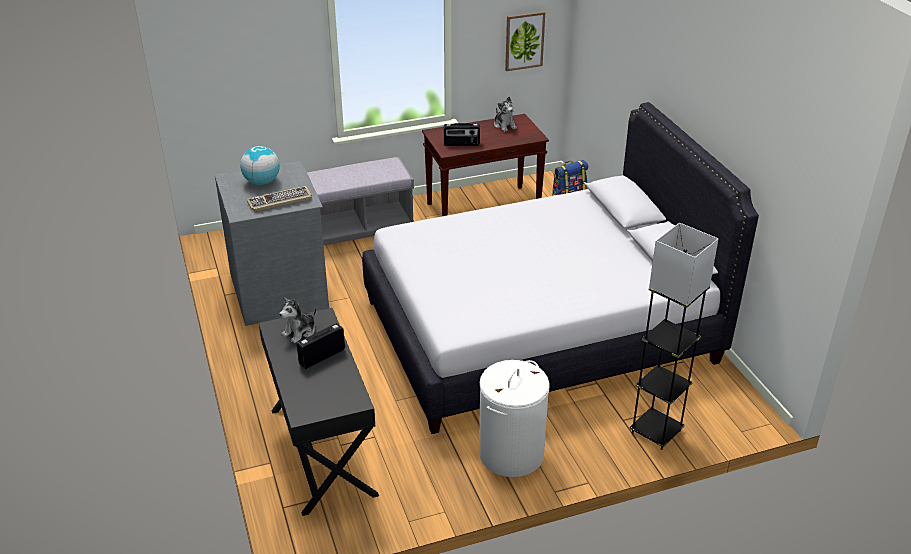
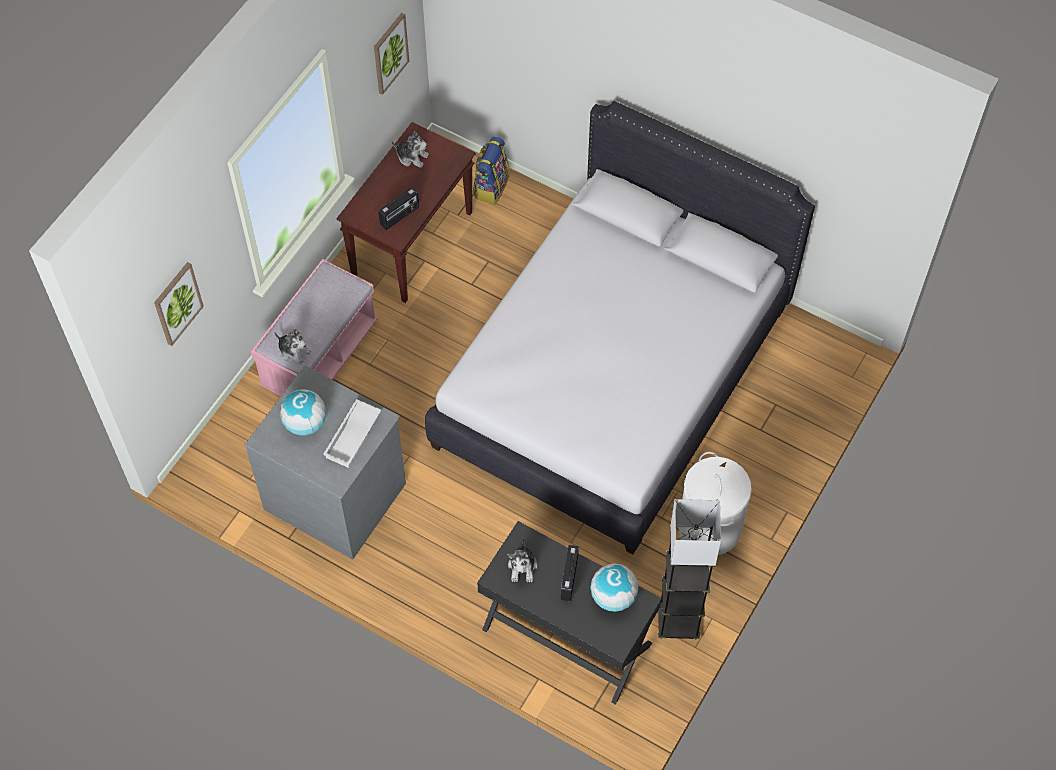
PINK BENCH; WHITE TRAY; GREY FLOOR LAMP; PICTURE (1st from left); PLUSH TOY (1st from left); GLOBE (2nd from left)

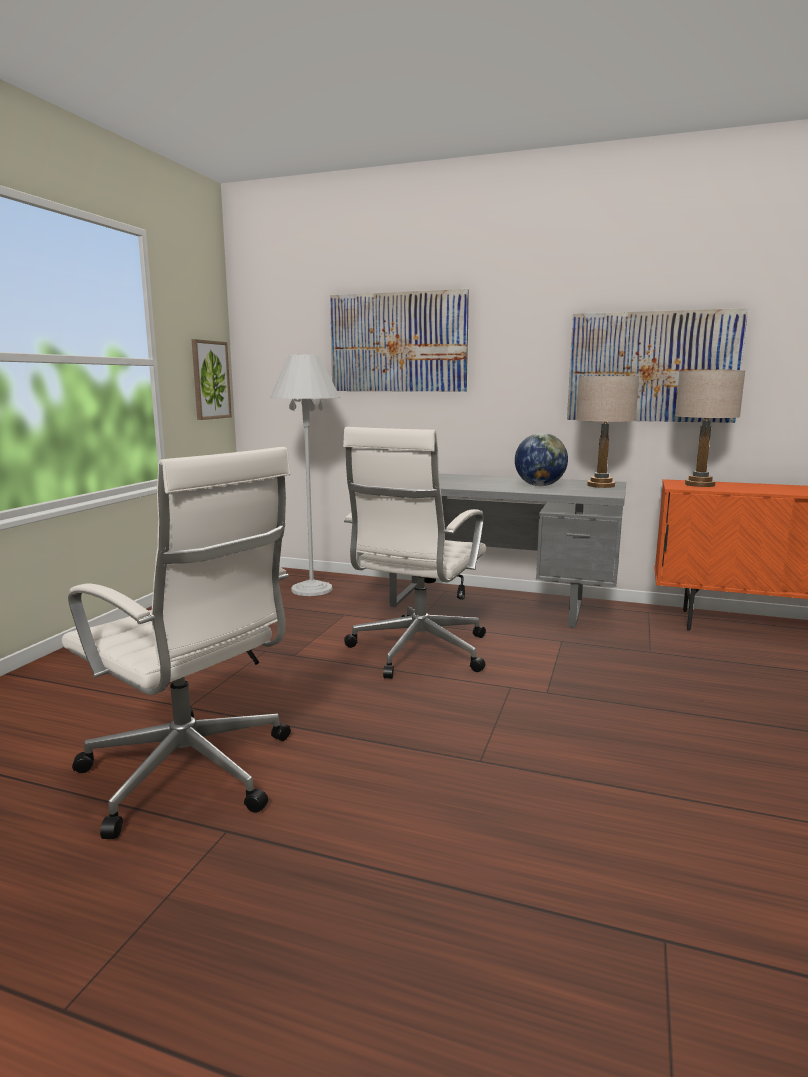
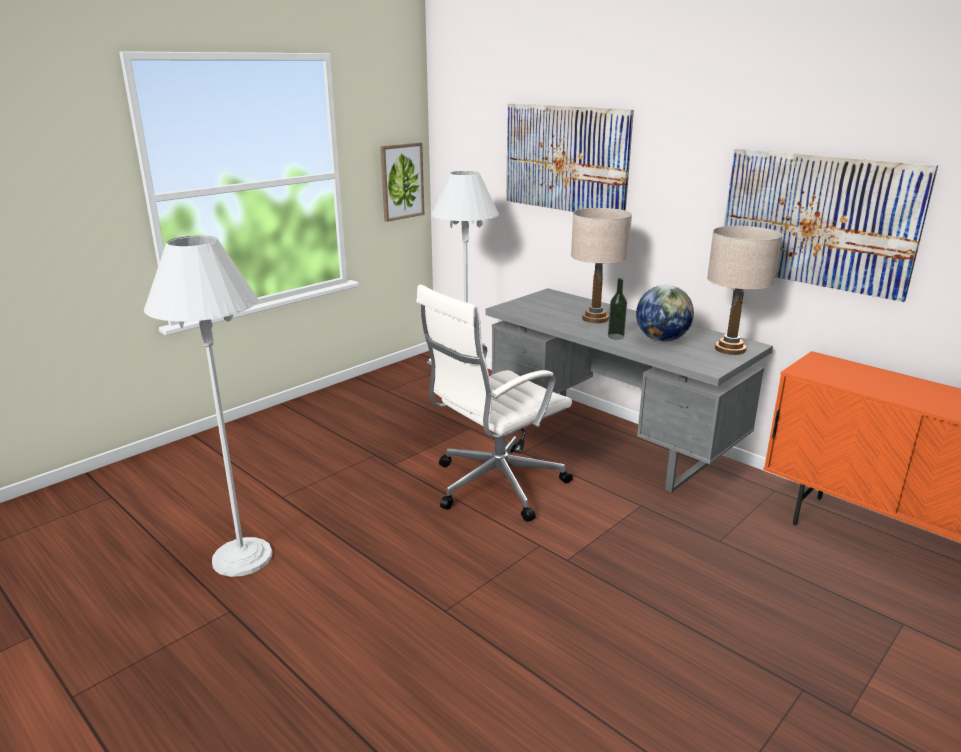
BEIGE TABLE LAMP (1st from left); WHITE FLOOR LAMP (1st from left); BOTTLE

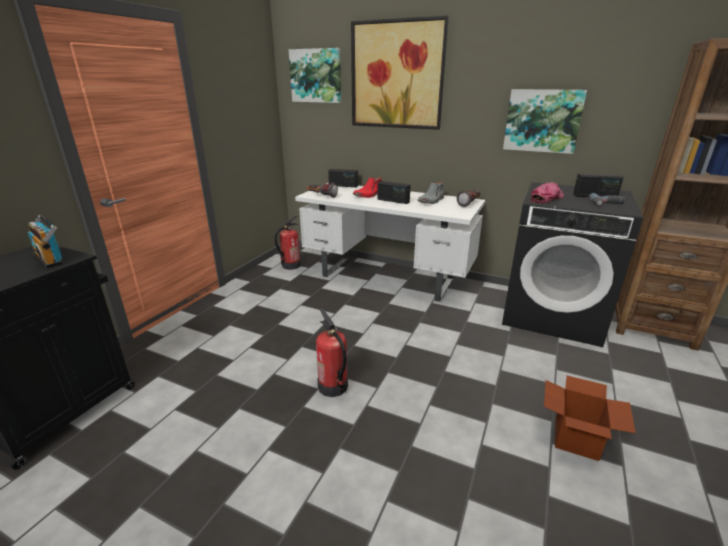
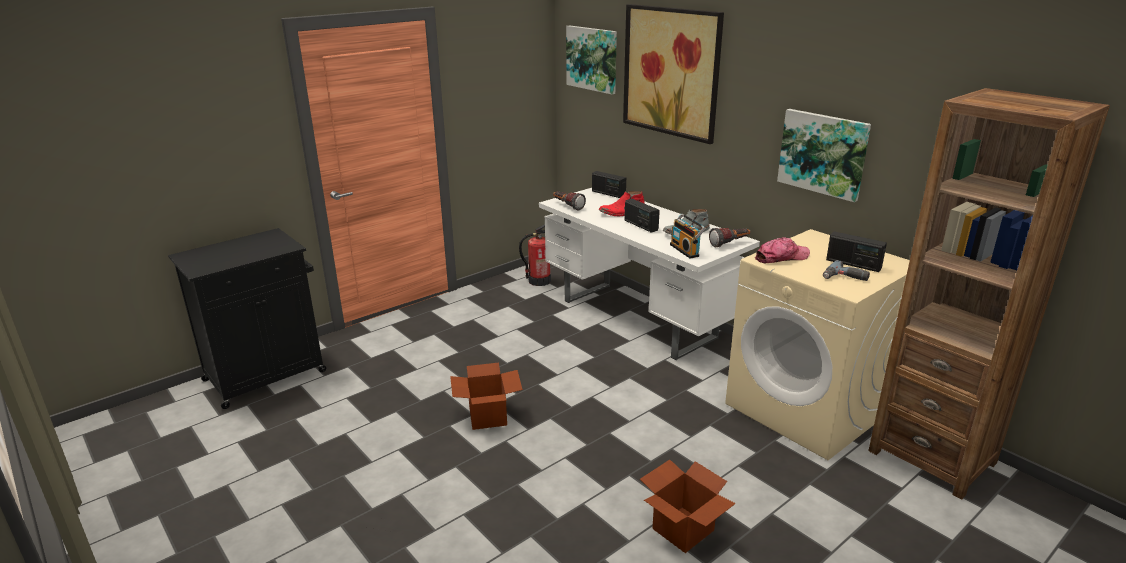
BEIGE WASHING MACHINE; RADIO (3rd from left); CARDBOARD BOX (1st from left)

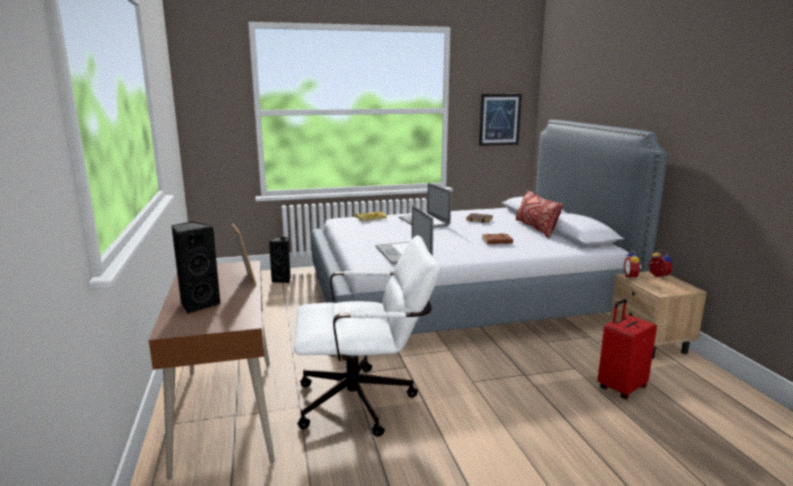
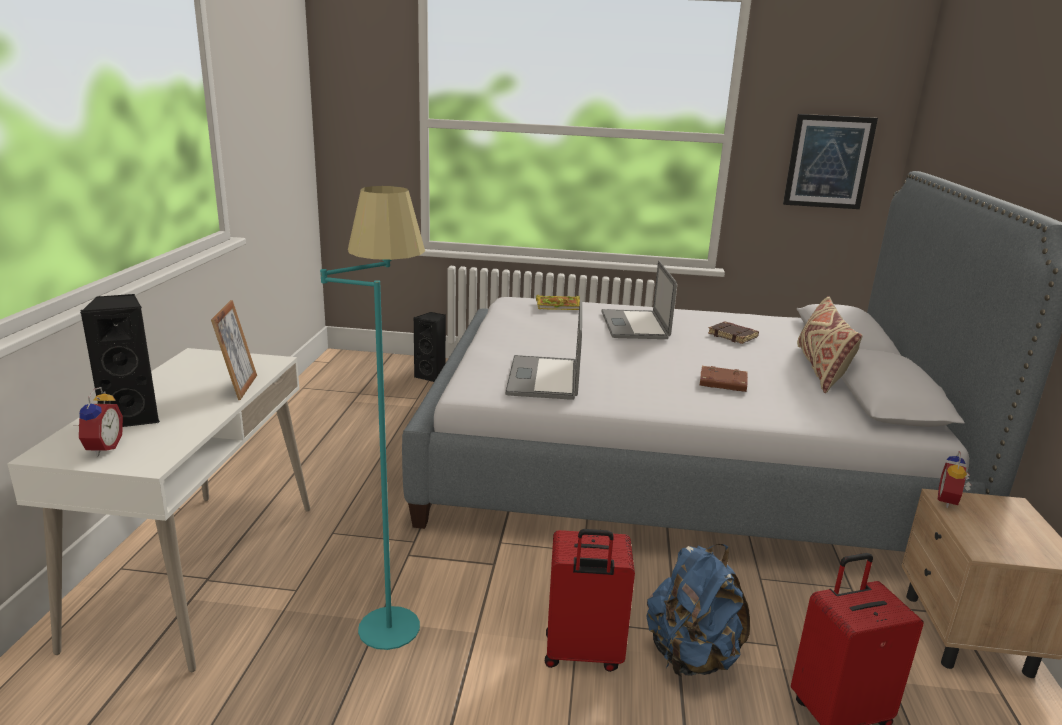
BEIGE PILLOW; TURQUOISE FLOOR LAMP; ALARM CLOCK (1st from left); WHITE DESK; RED SUITCASE (1st from left); BLUE BACKPACK

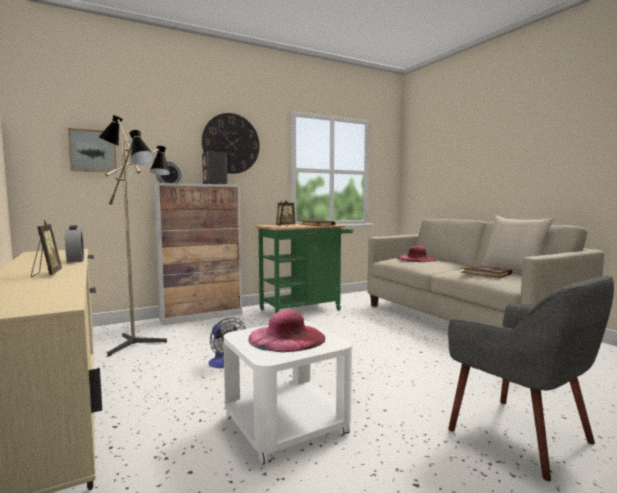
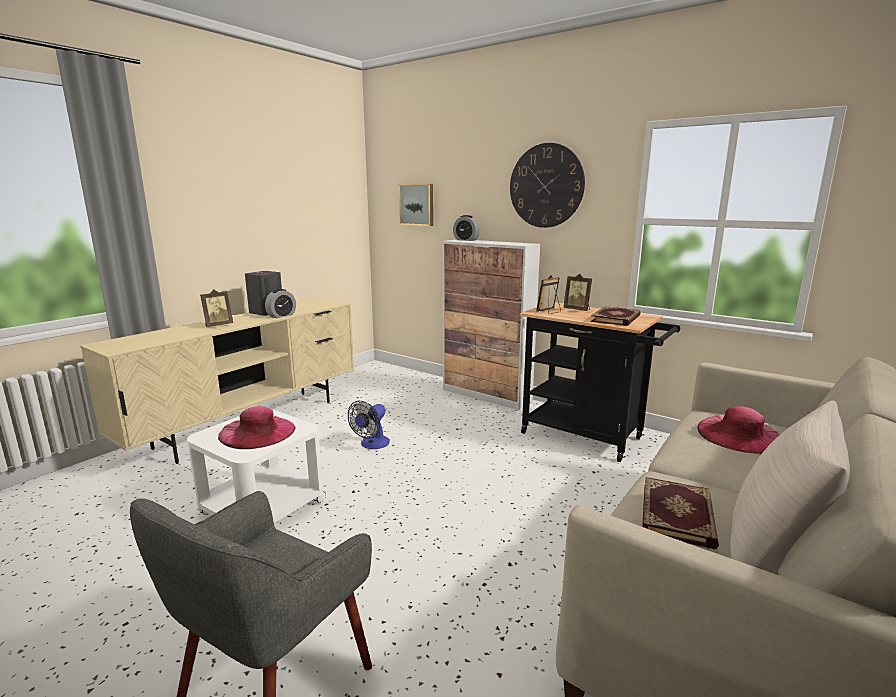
FLOOR LAMP; GREY SPEAKER; BLACK CART

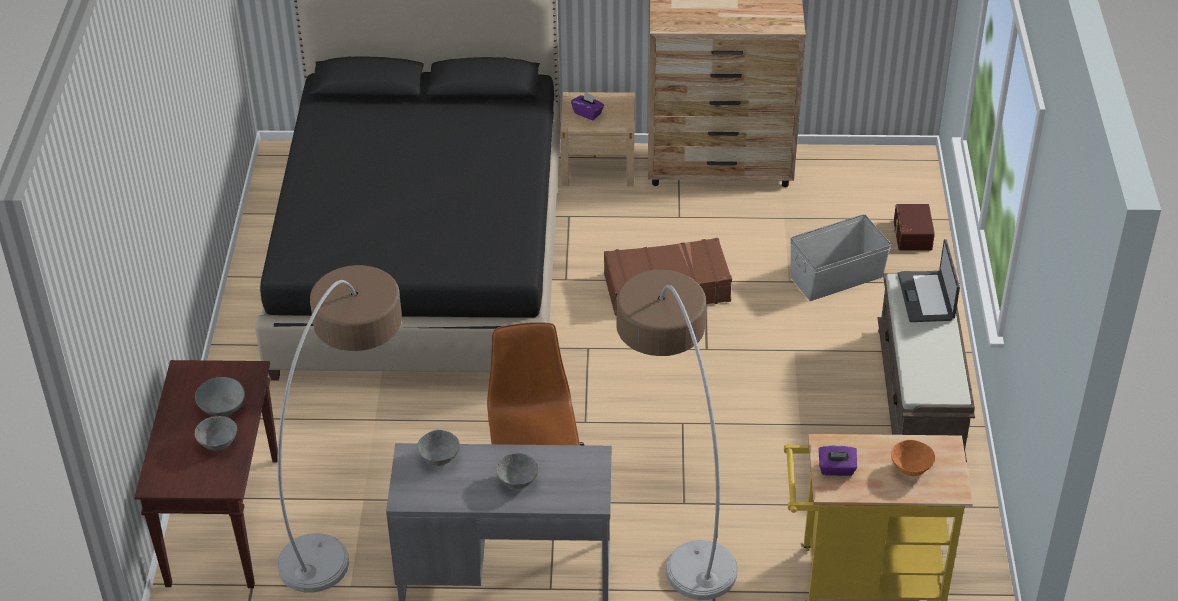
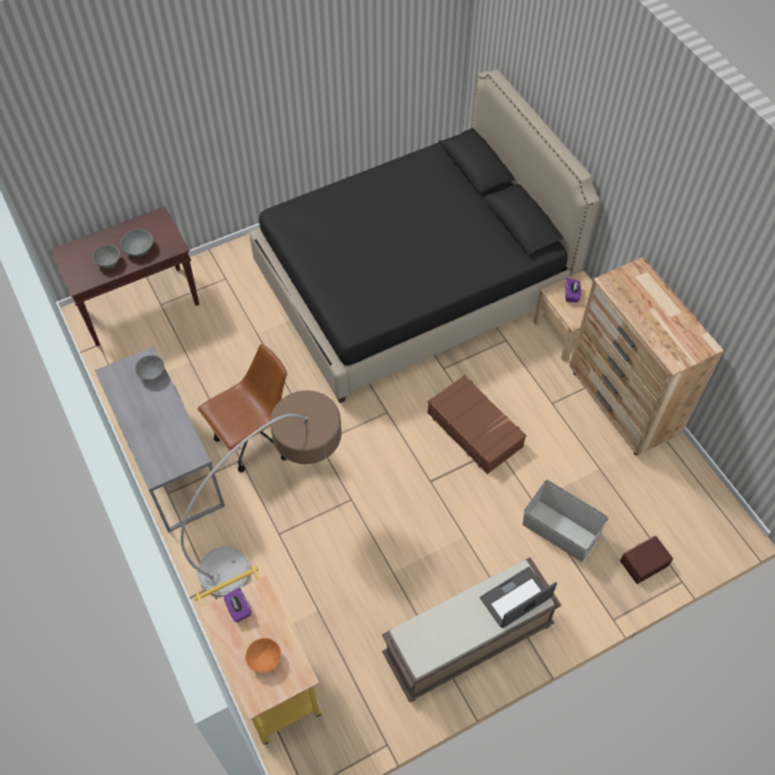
FLOOR LAMP (1st from left in the first image); GREY BOWL (4th from left in the first image)

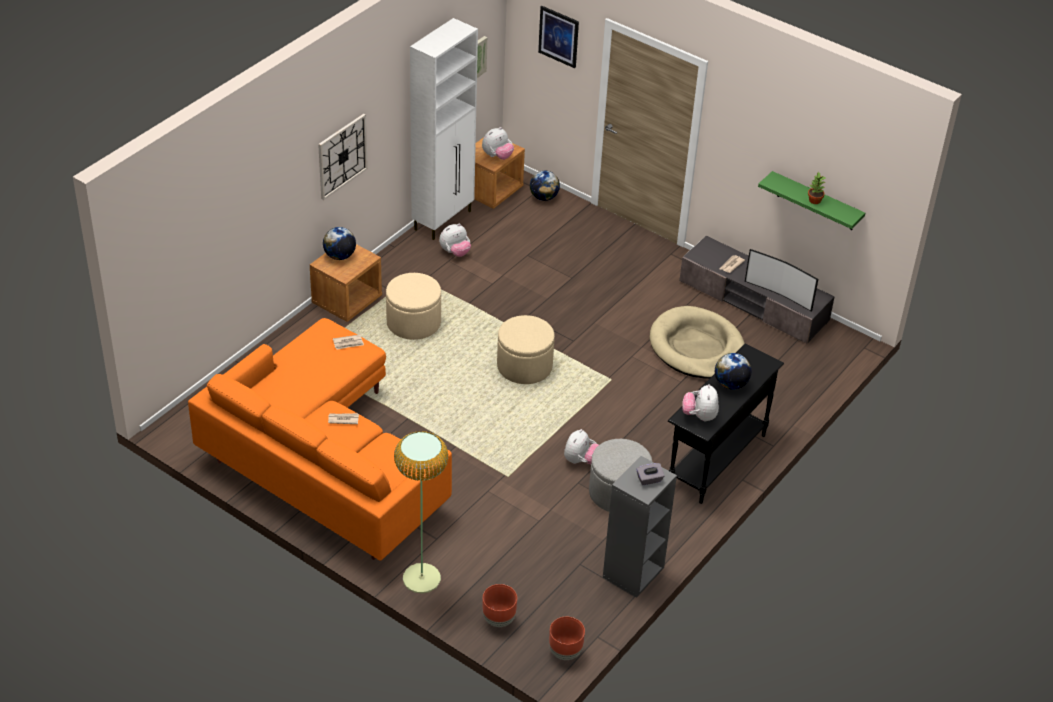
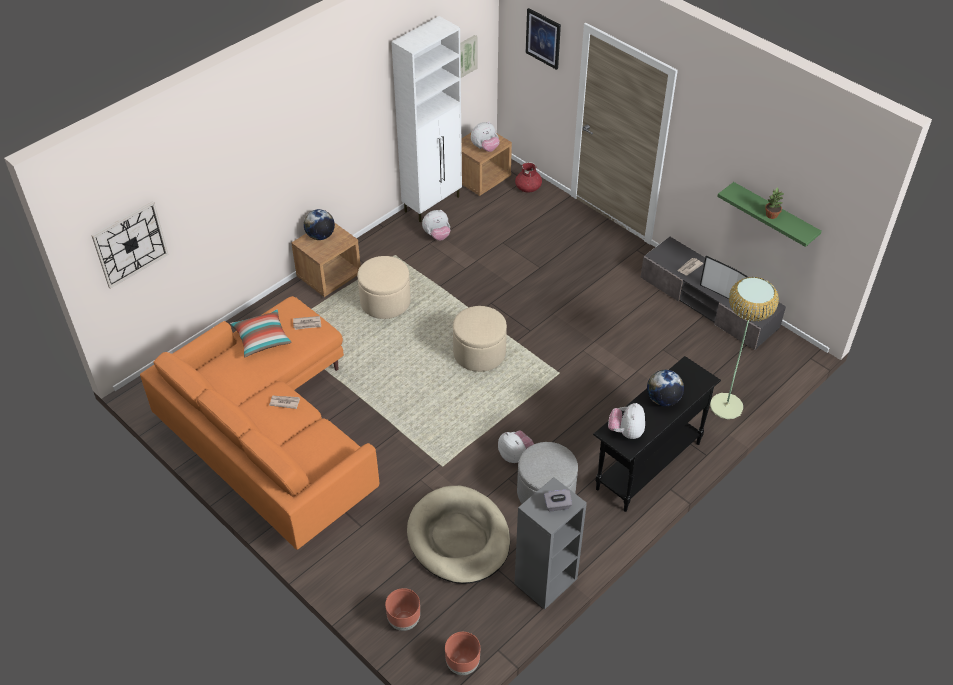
WALL CLOCK; RED VASE; BEIGE DOG BED; PLUSH TOY (3rd from left); FLOOR LAMP; PILLOW

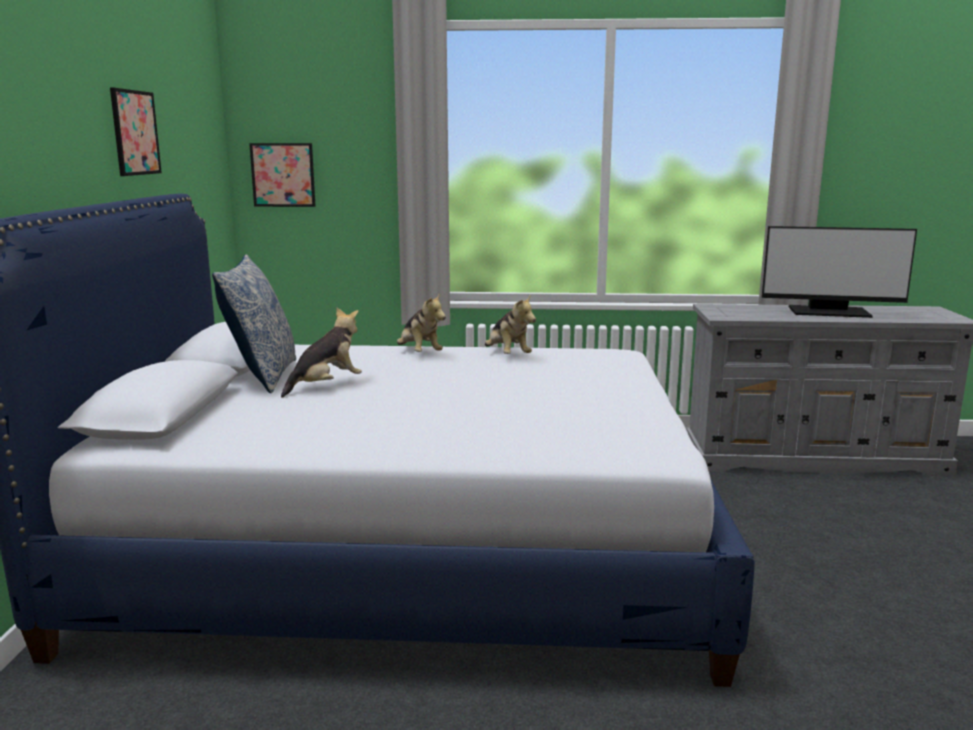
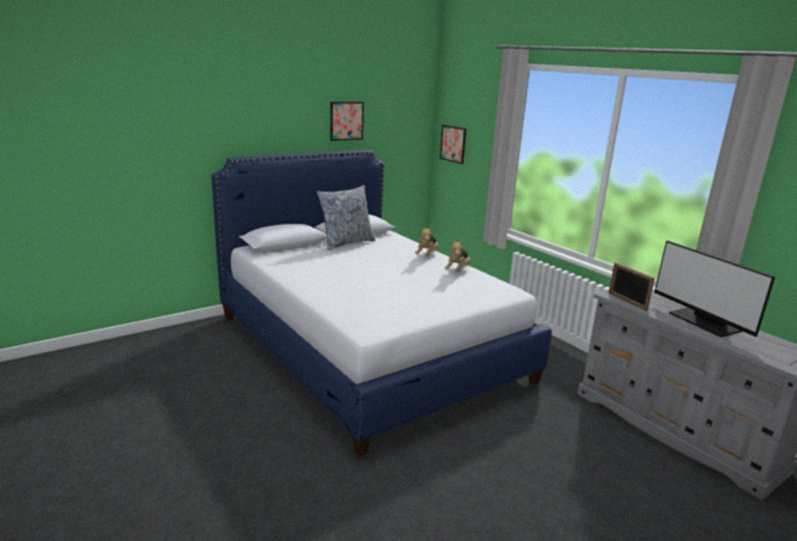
PLUSH TOY (1st from left in the first image); PICTURE FRAME

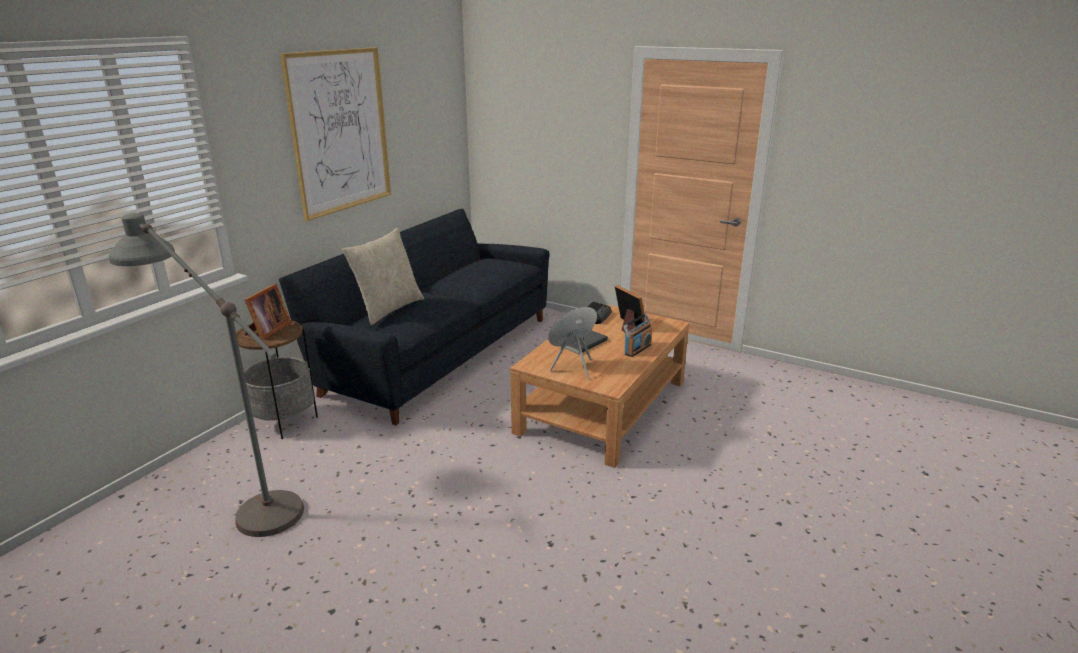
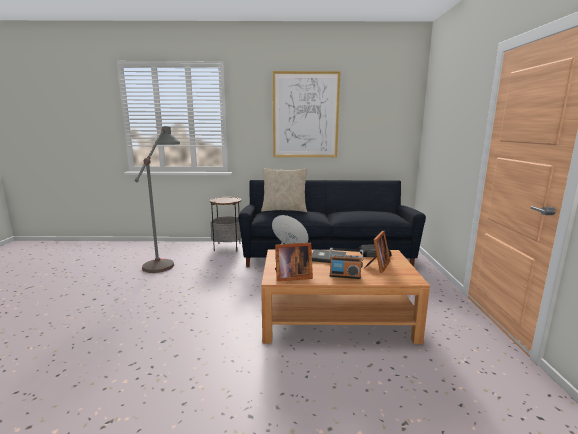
PICTURE FRAME (1st from left)

